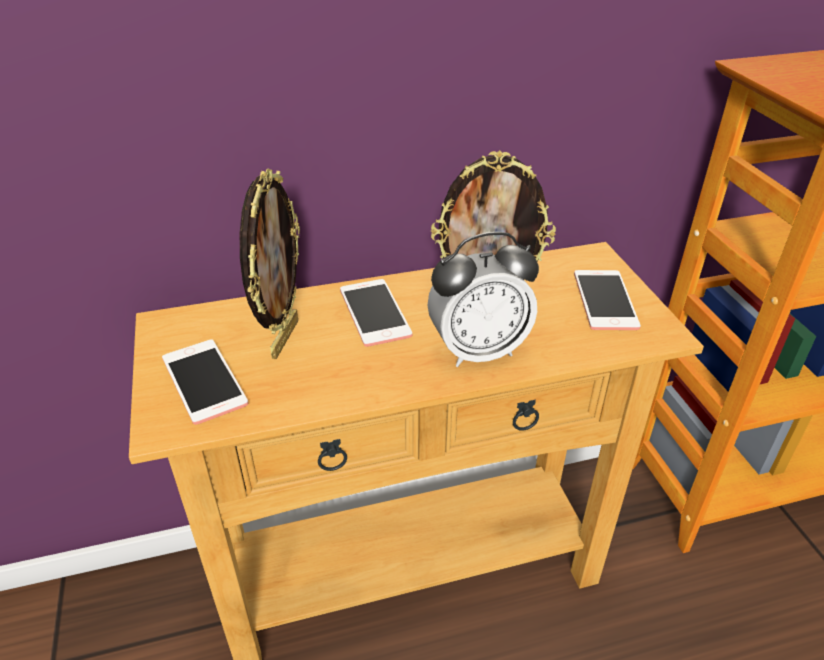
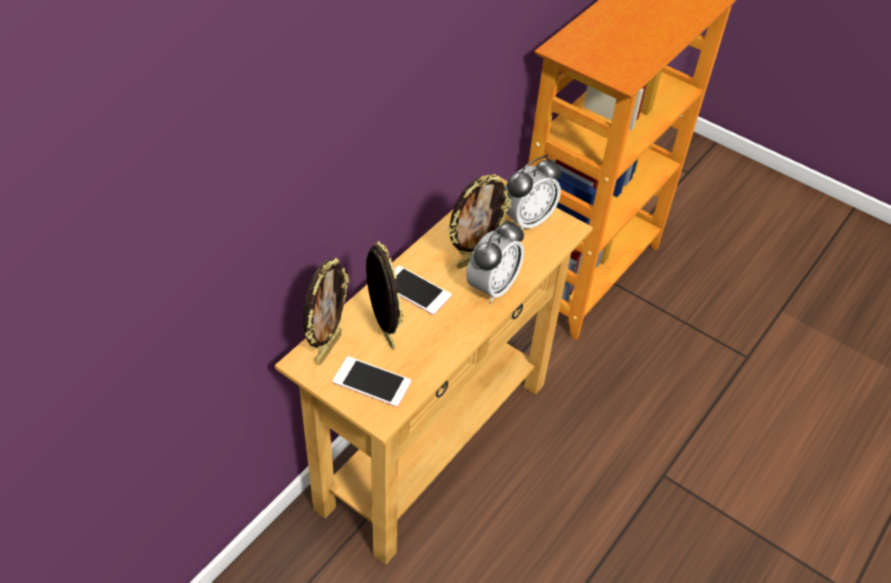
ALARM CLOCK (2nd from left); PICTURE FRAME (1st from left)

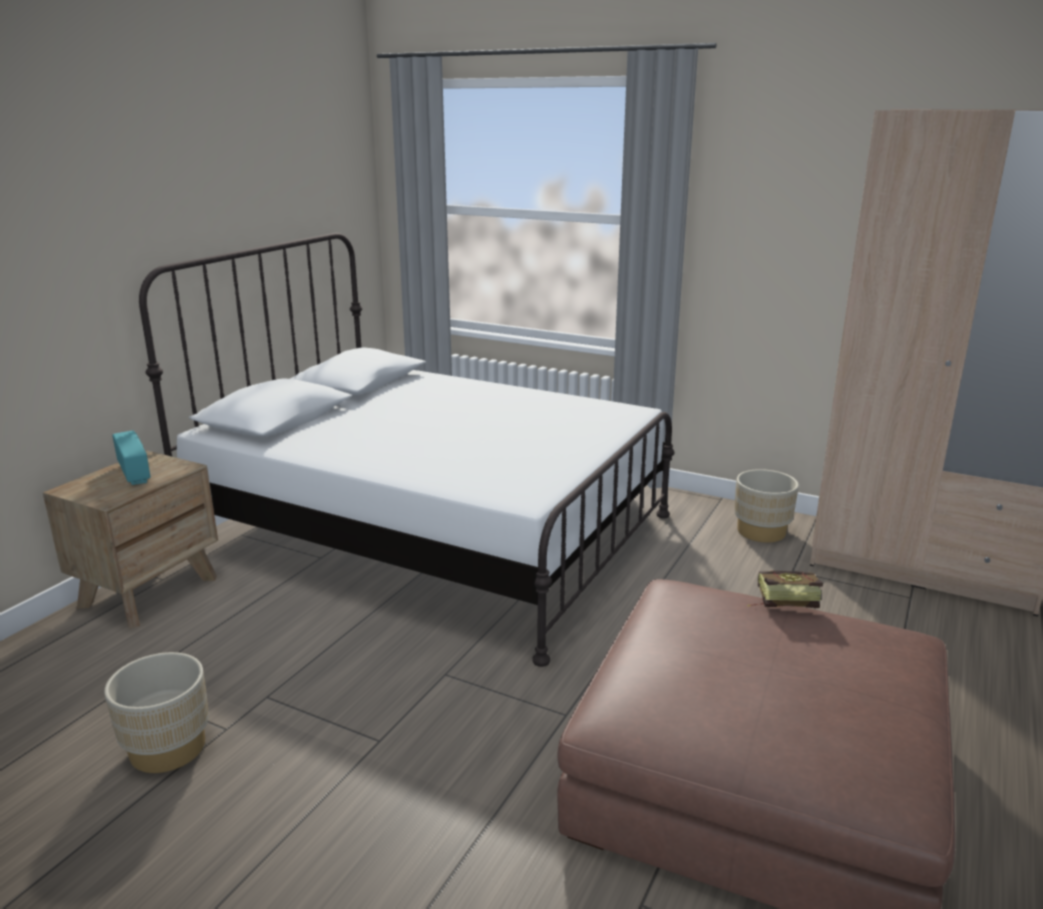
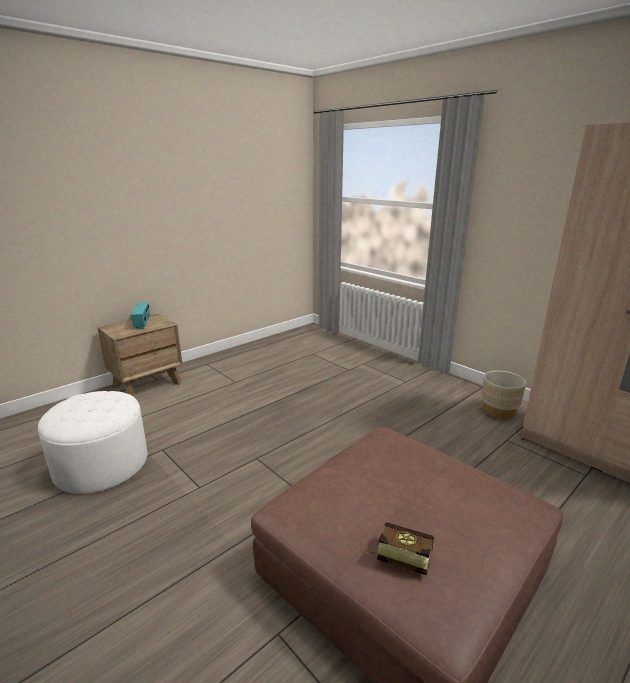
WHITE BED; BOOK; WHITE OTTOMAN

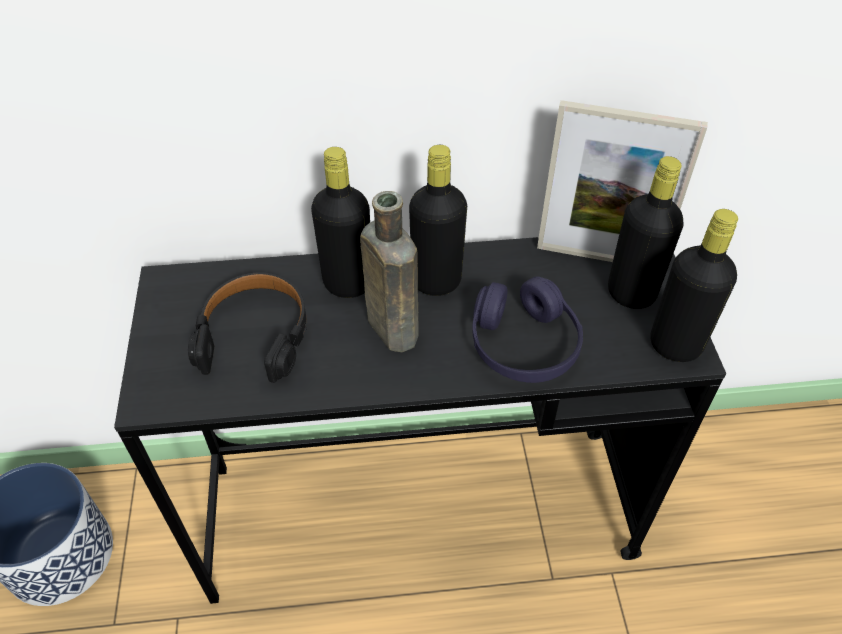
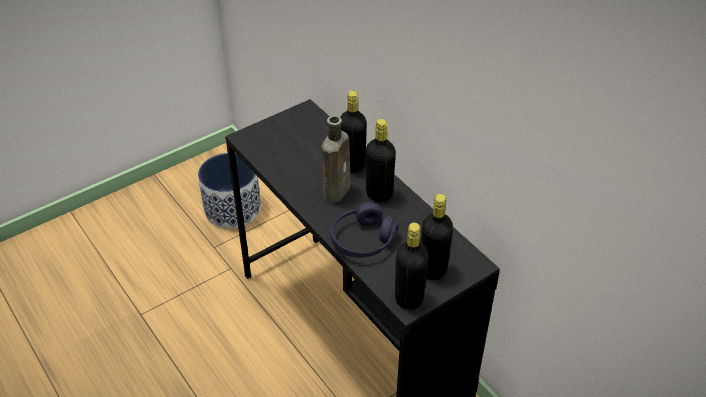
PICTURE FRAME; BLACK HEADPHONES

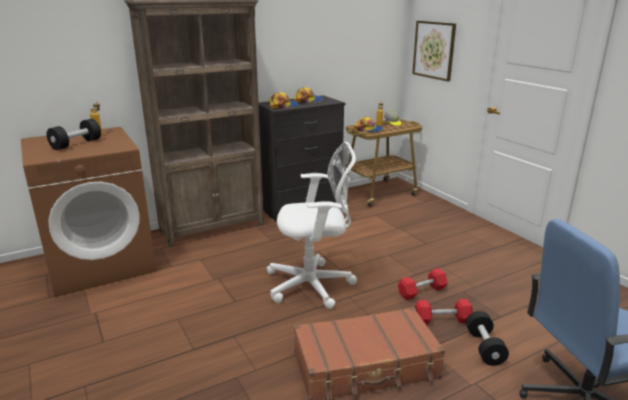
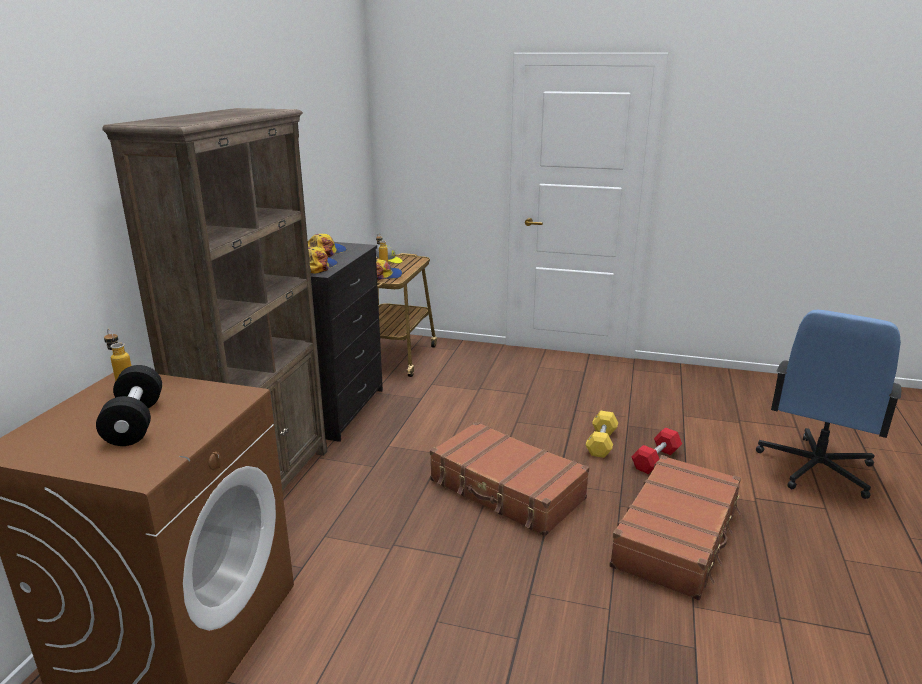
PICTURE; BROWN SUITCASE (1st from left); YELLOW DUMBBELL; BLACK DUMBBELL (2nd from left in the first image)

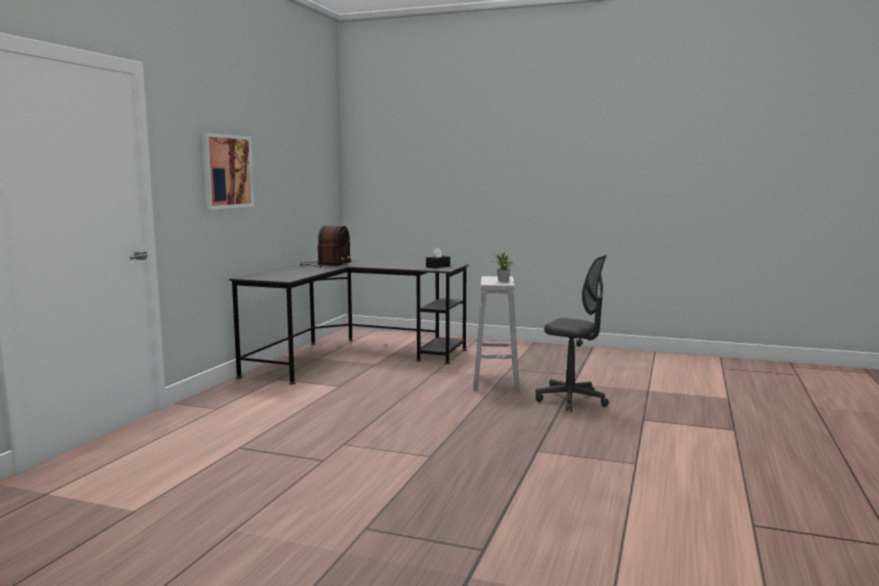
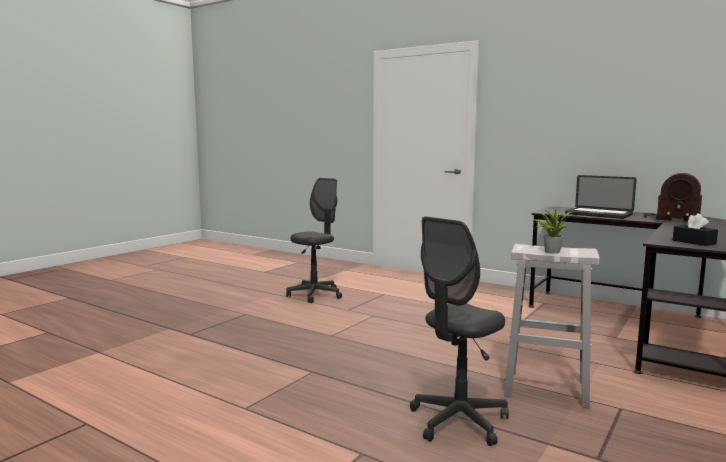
PICTURE; LAPTOP; GREY OFFICE CHAIR (1st from left)

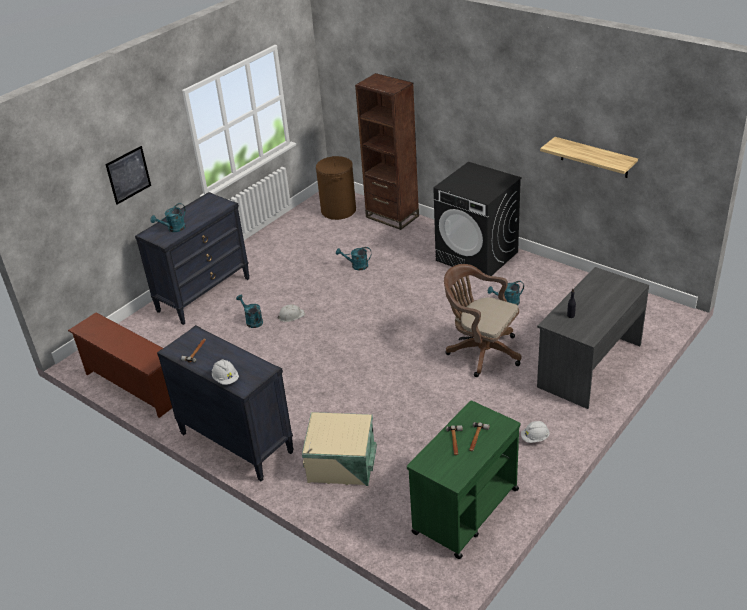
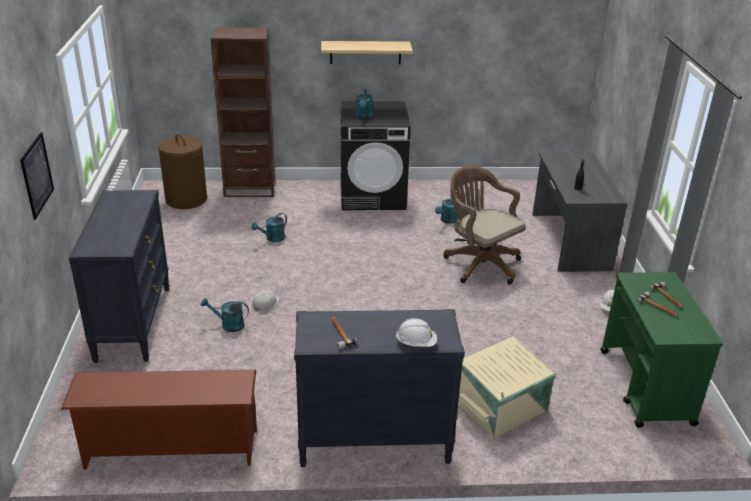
SHELF; TURQUOISE WATERING CAN (3rd from left); BROWN OFFICE CHAIR

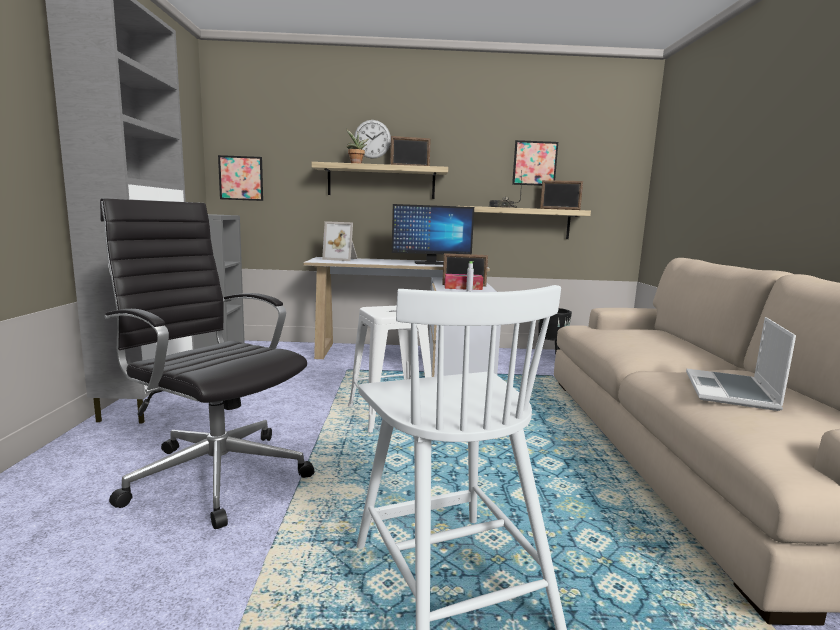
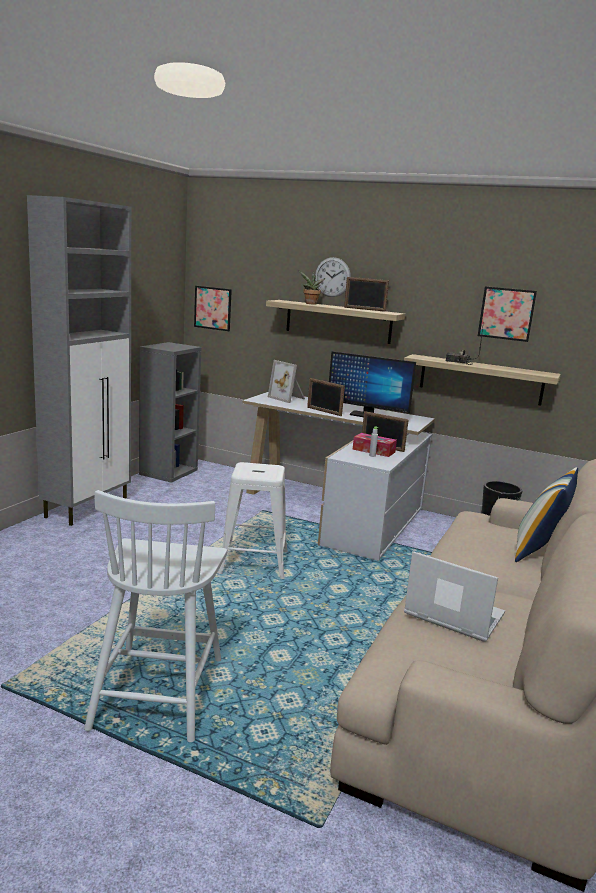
PICTURE FRAME (2nd from left); BLACK OFFICE CHAIR; LAPTOP; PILLOW

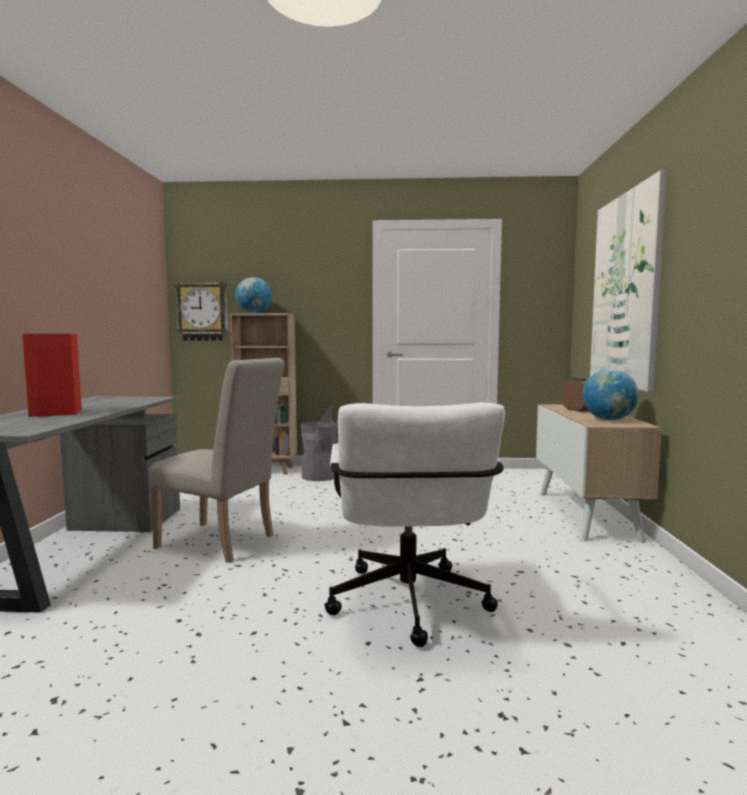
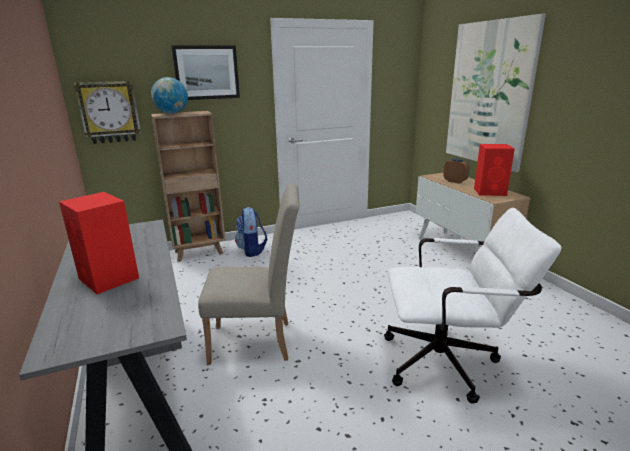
RED SPEAKER (2nd from left); WHITE OFFICE CHAIR; BACKPACK; PICTURE (1st from left)

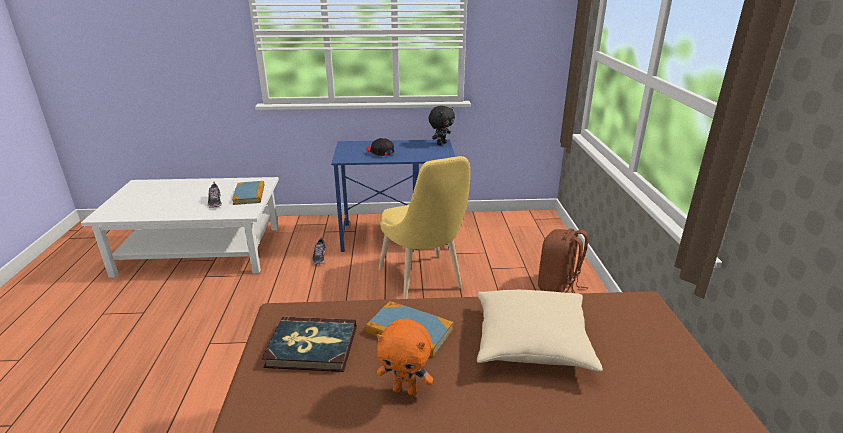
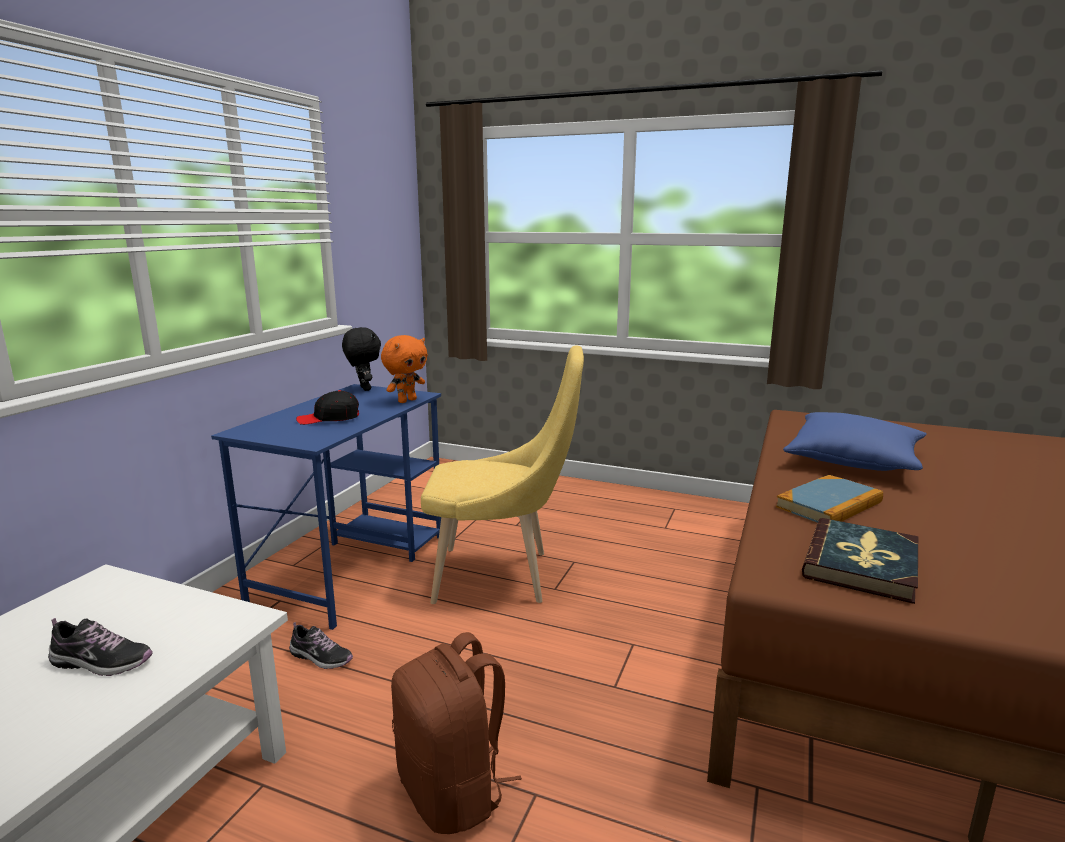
BOOK (1st from left in the first image); BROWN BACKPACK; BLUE PILLOW; ORANGE PLUSH TOY

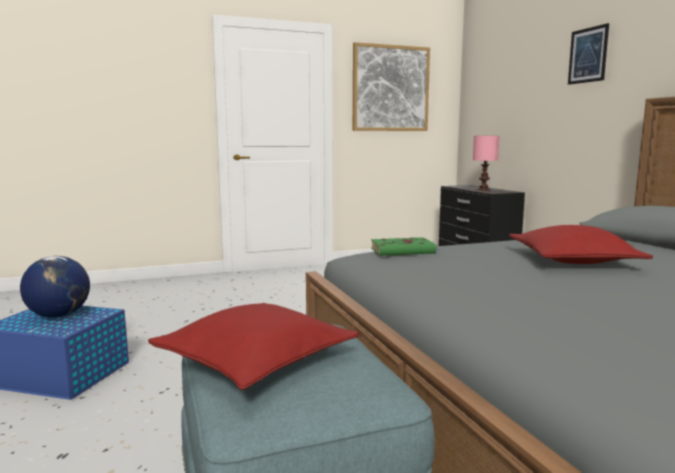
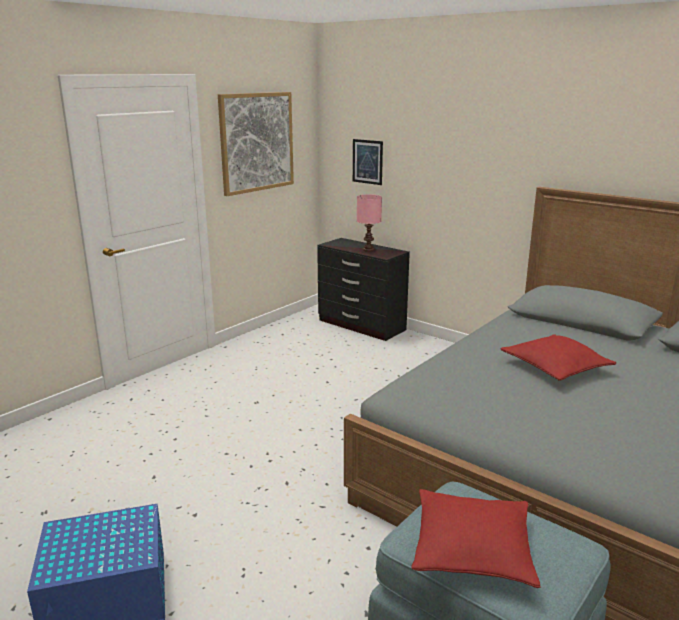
PICTURE (2nd from left); GREEN BOOK; GLOBE

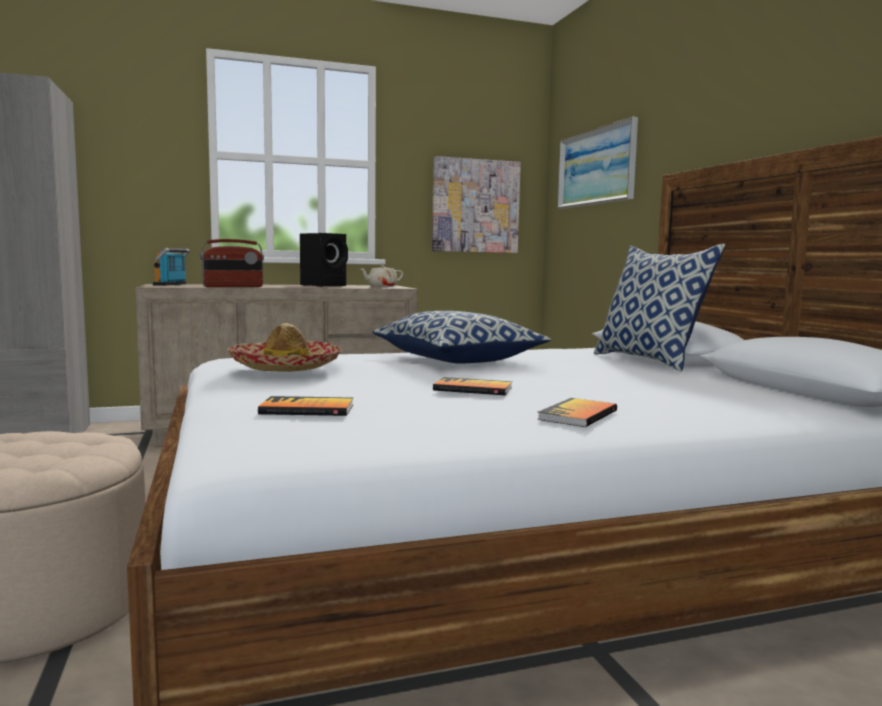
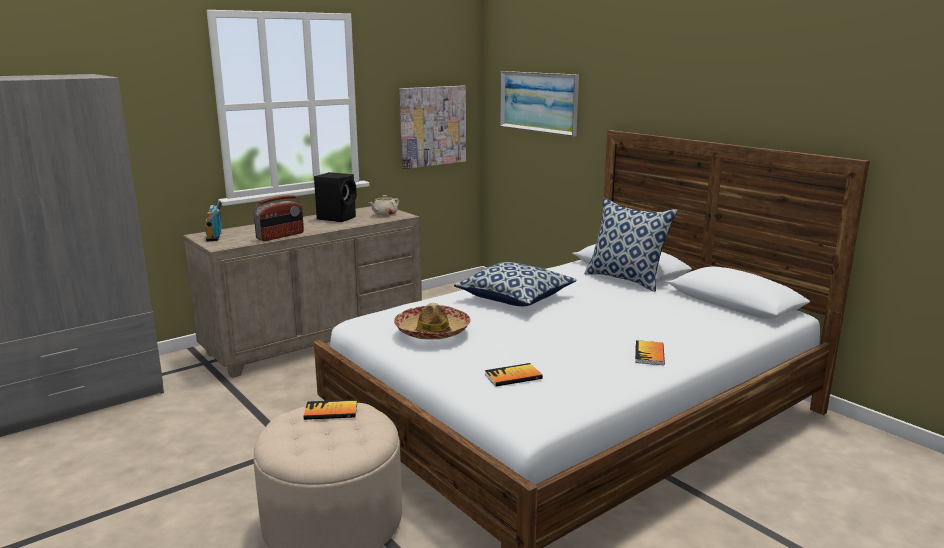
BOOK (1st from left)

